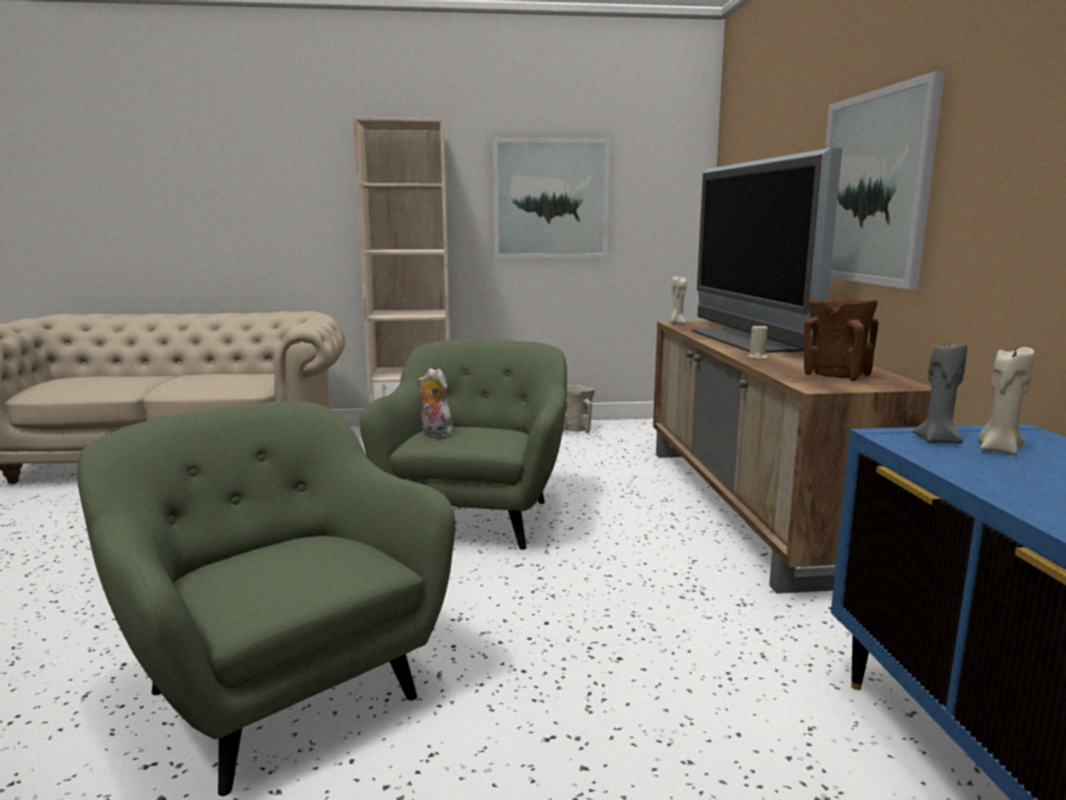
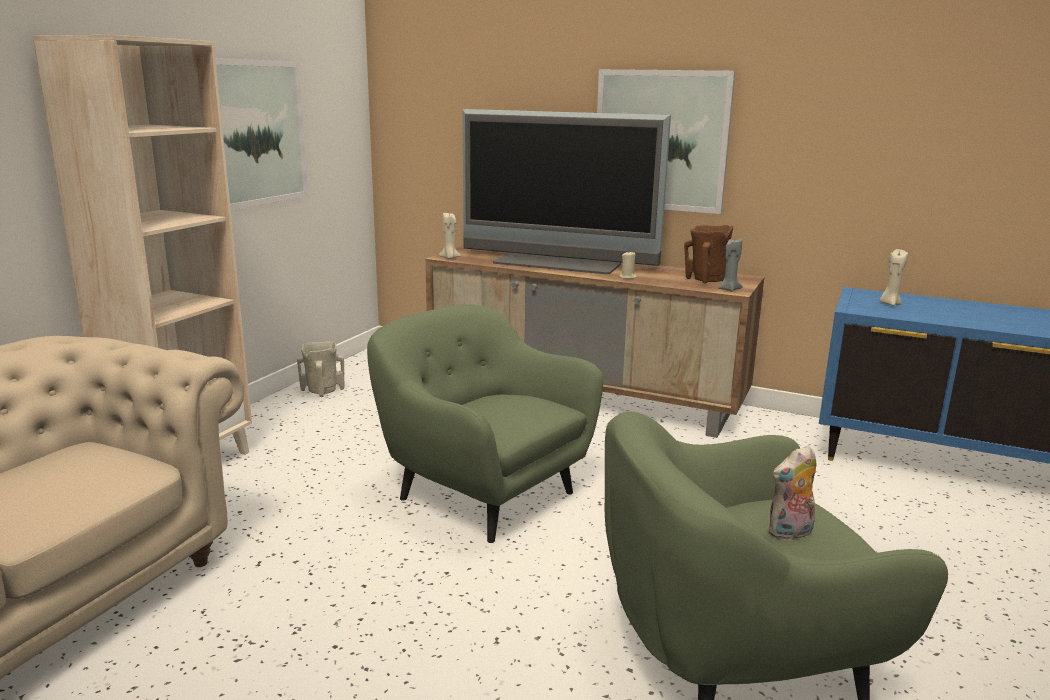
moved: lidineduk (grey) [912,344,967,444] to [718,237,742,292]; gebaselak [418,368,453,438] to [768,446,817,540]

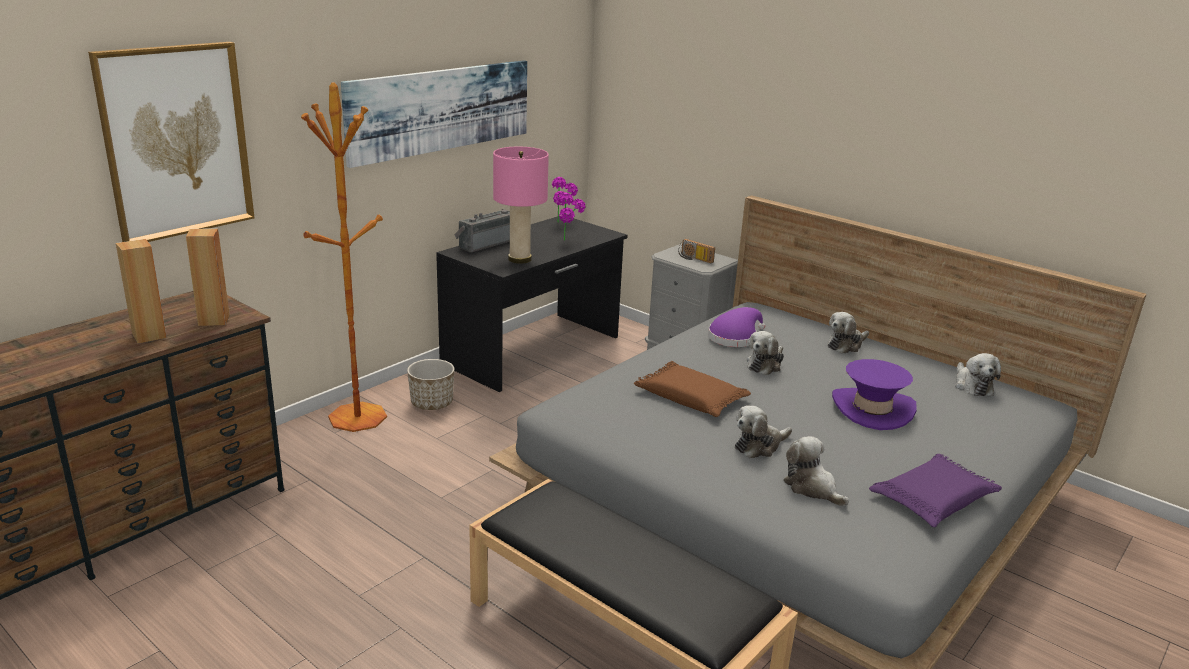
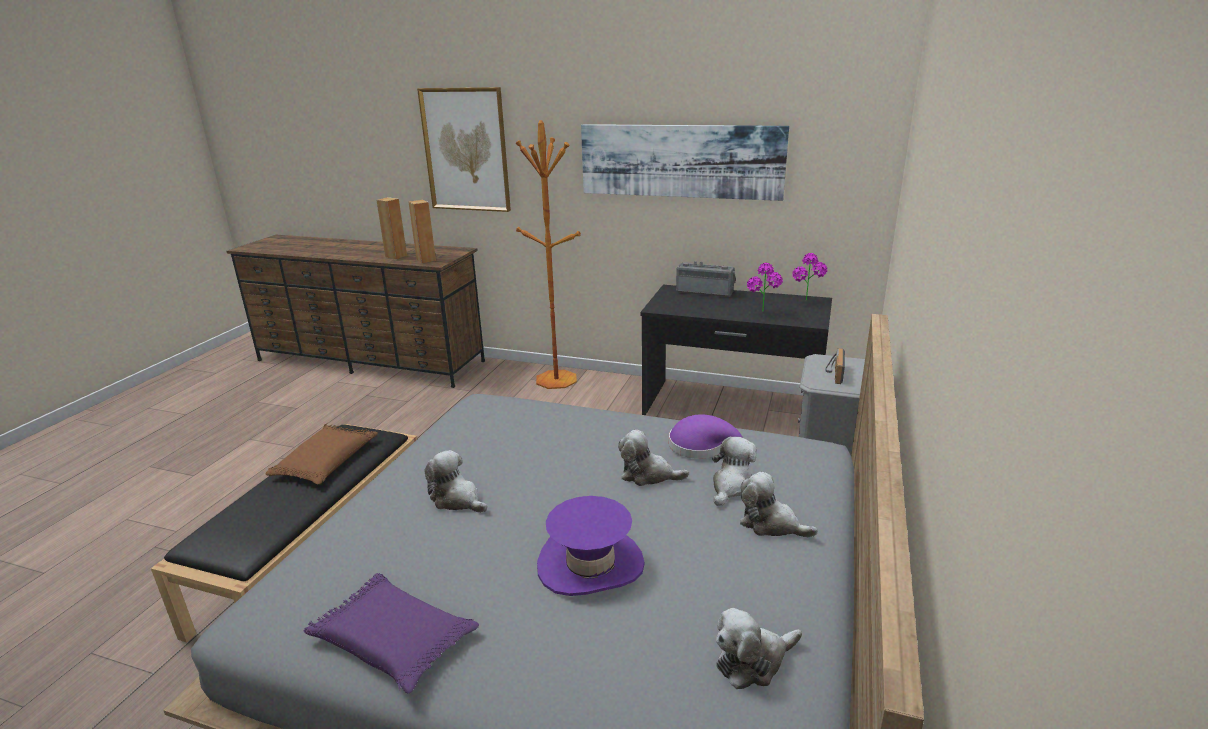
removed: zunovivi [407,359,454,410]; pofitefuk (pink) [493,147,549,264]
moved: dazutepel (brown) [634,361,751,417] to [265,423,378,484]; gebaselak [783,436,849,506] to [712,437,757,506]

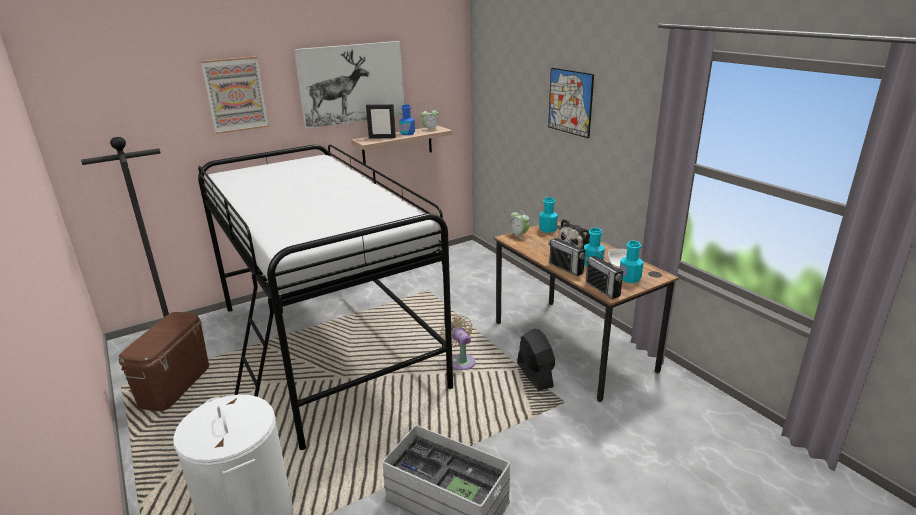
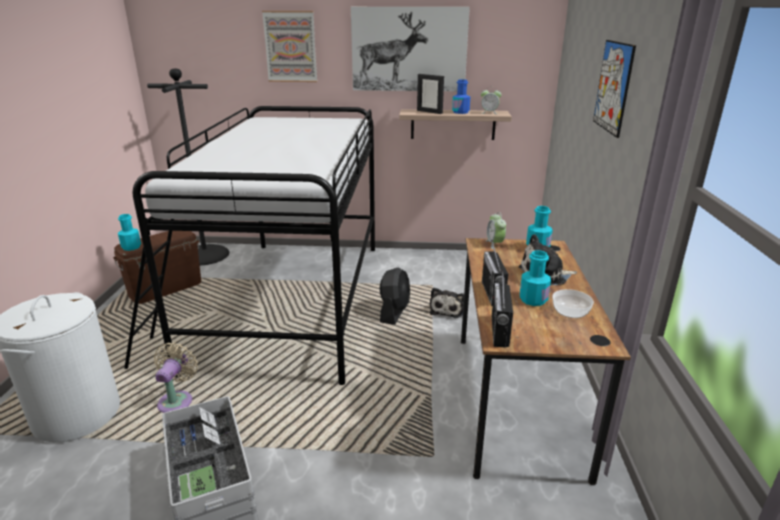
added: gebaselak [430,288,464,318]
moved: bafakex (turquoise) [620,241,644,283] to [118,214,141,251]; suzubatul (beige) [440,315,475,370] to [154,343,198,413]; suzubatul (black) [517,329,555,391] to [379,268,410,325]

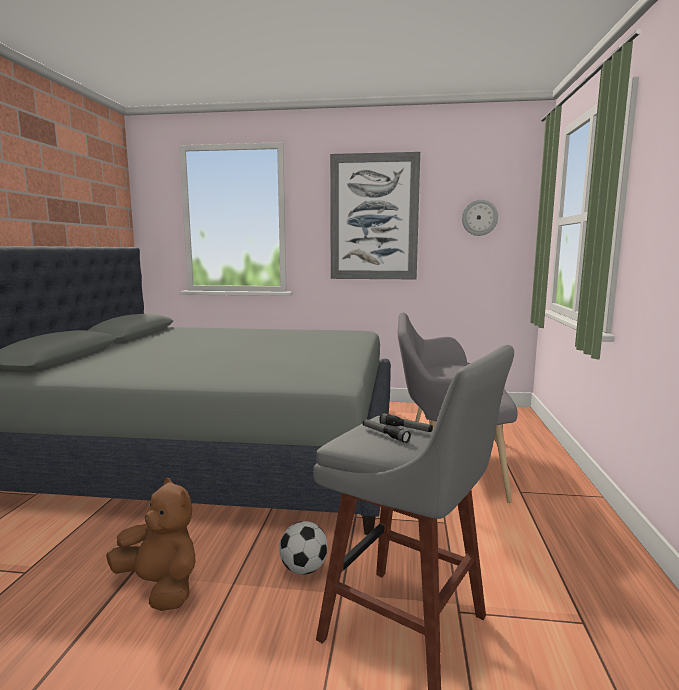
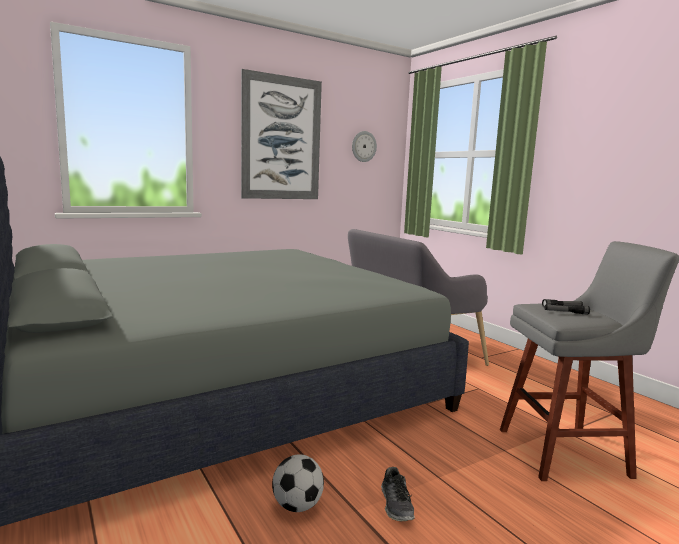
moved: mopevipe [279,521,328,575] to [272,454,324,512]
replaced: gebaselak (brown) [106,478,195,611] to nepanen [381,467,415,521]

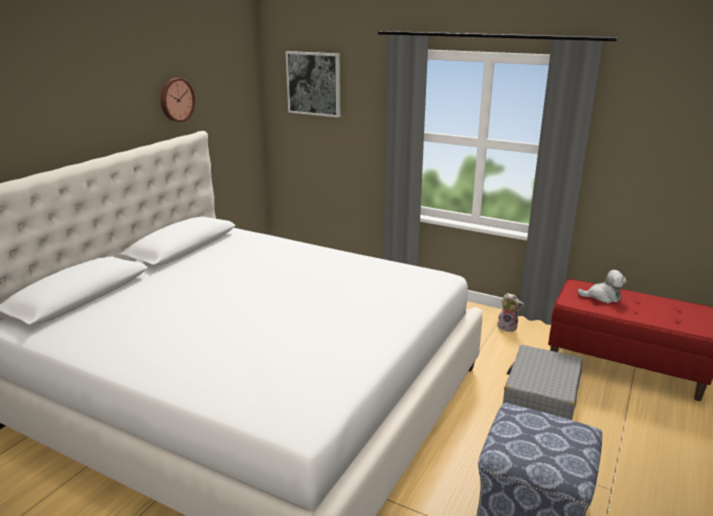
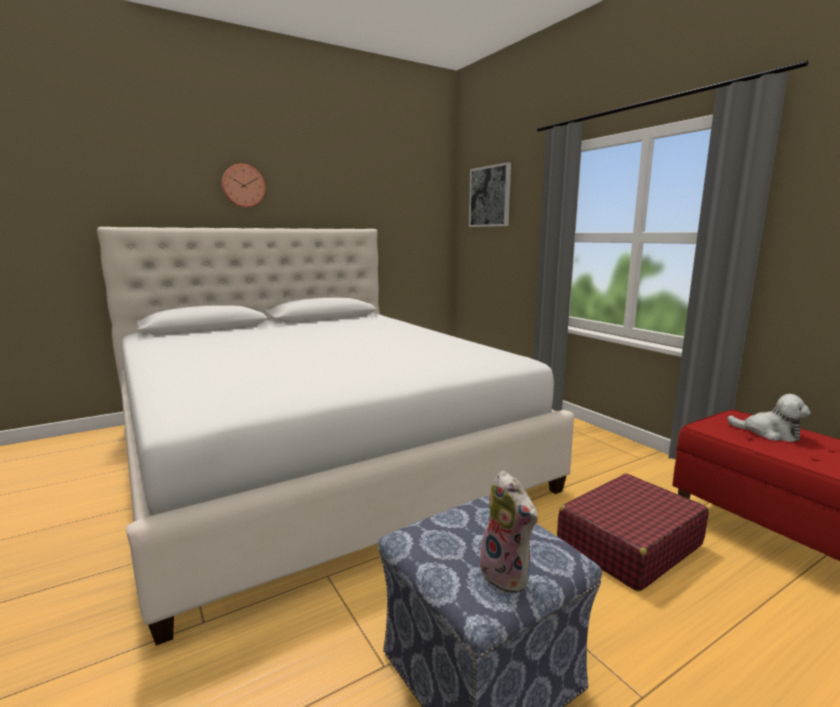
moved: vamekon [161,78,195,122] to [222,164,266,207]; gebaselak [496,293,524,332] to [480,471,538,593]
recoloured: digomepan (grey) [503,345,583,420] to digomepan (red) [557,474,709,591]

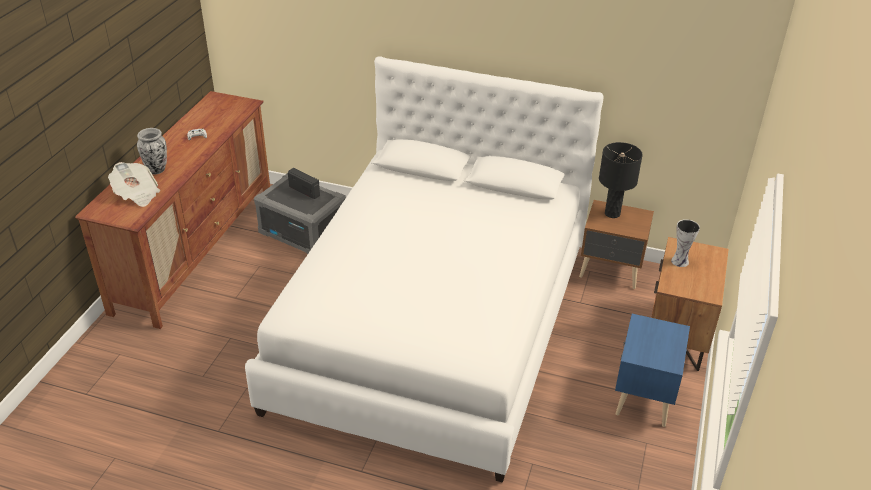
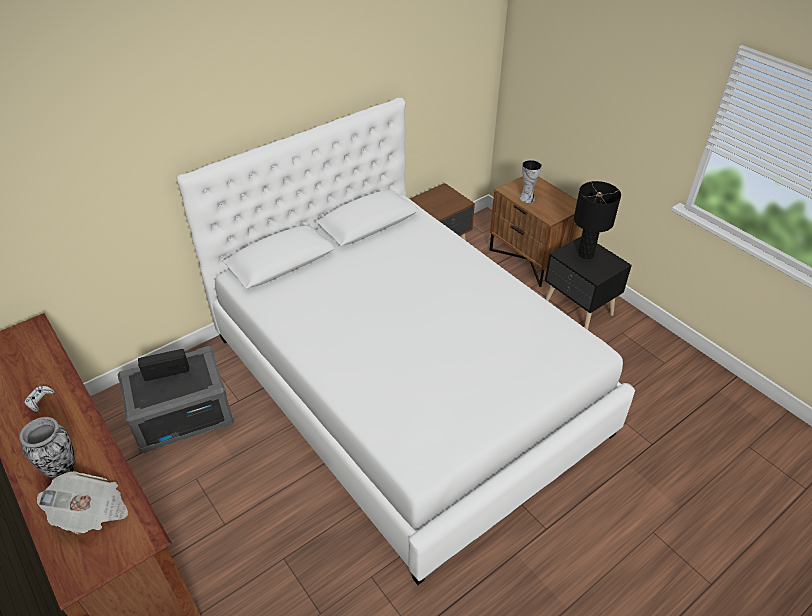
moved: pofitefuk (black) [599,142,643,218] to [574,181,621,259]
recoloured: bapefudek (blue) [615,314,690,427] to bapefudek (black) [545,236,632,330]

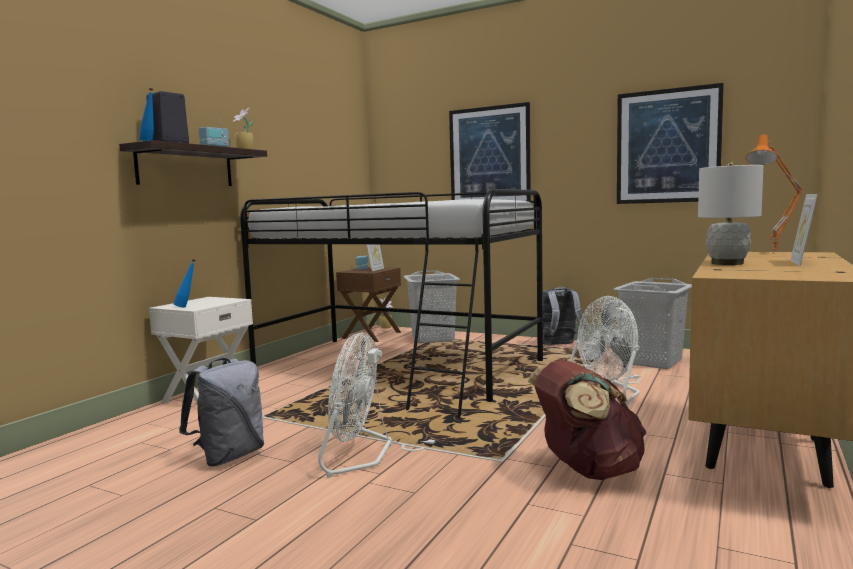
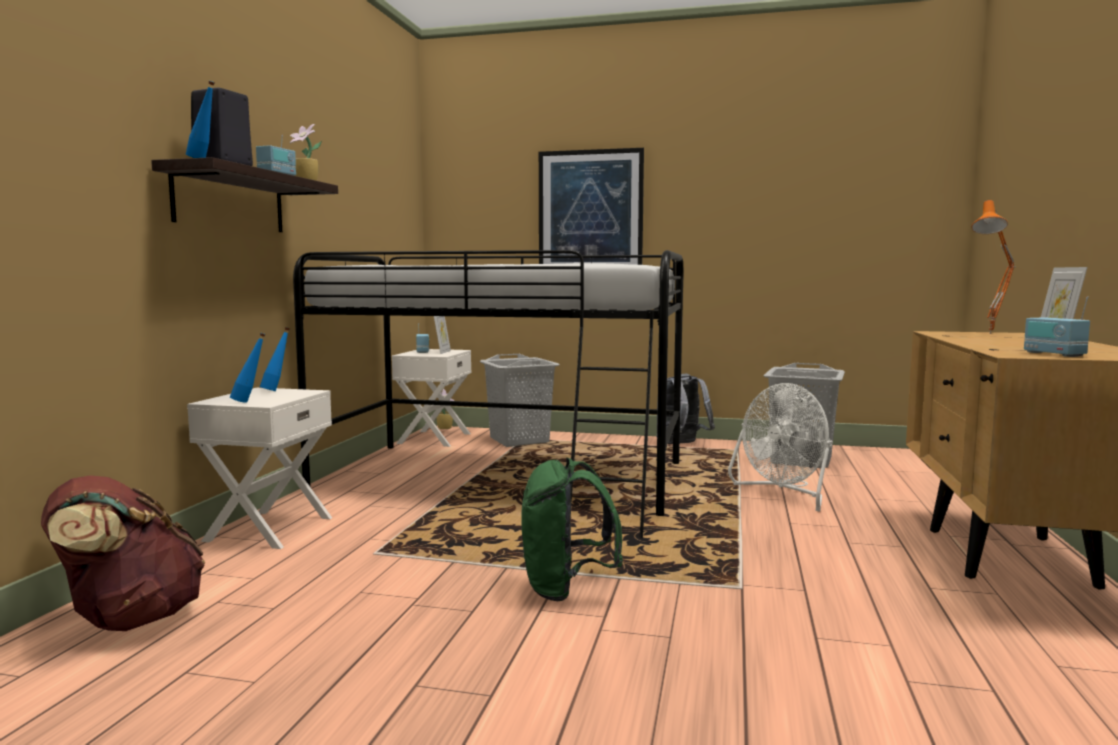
removed: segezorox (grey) [179,358,264,467]; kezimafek [617,83,724,204]; pofitefuk (white) [698,162,763,265]
added: bafakex (blue) [260,327,290,391]; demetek [1024,296,1090,357]
moved: segezorox (brown) [528,360,646,480] to [41,475,205,631]
replaced: suzubatul (white) [318,332,436,478] to segezorox (green) [521,458,623,601]
recoloured: bapefudek (brown) [336,267,401,342] to bapefudek (white) [392,349,471,447]

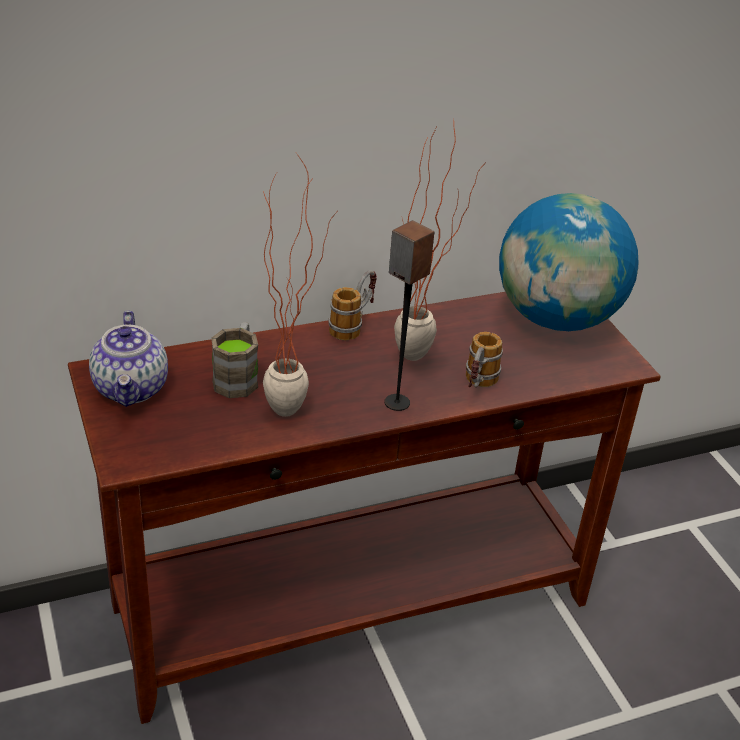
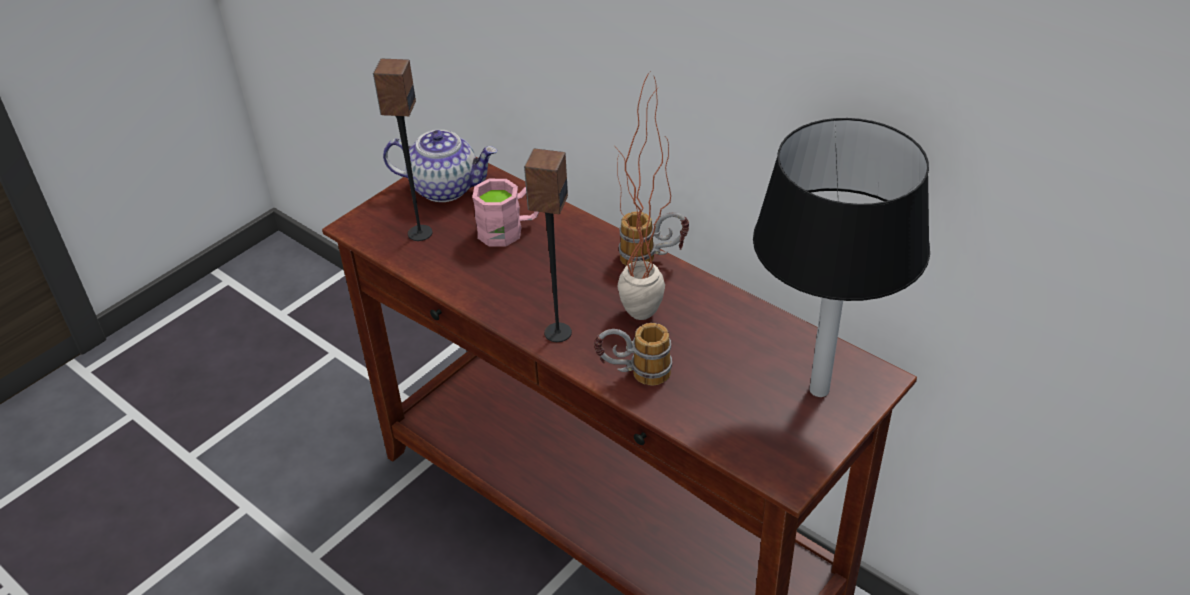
removed: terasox [263,153,337,417]
added: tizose [373,59,433,241]
replaced: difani [499,193,638,331] to pofitefuk (black) [753,118,930,397]
recoloured: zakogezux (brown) [211,322,258,398] to zakogezux (pink) [472,179,539,246]
turned: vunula [89,311,168,407] = [383,130,497,202] 135 degrees counterclockwise

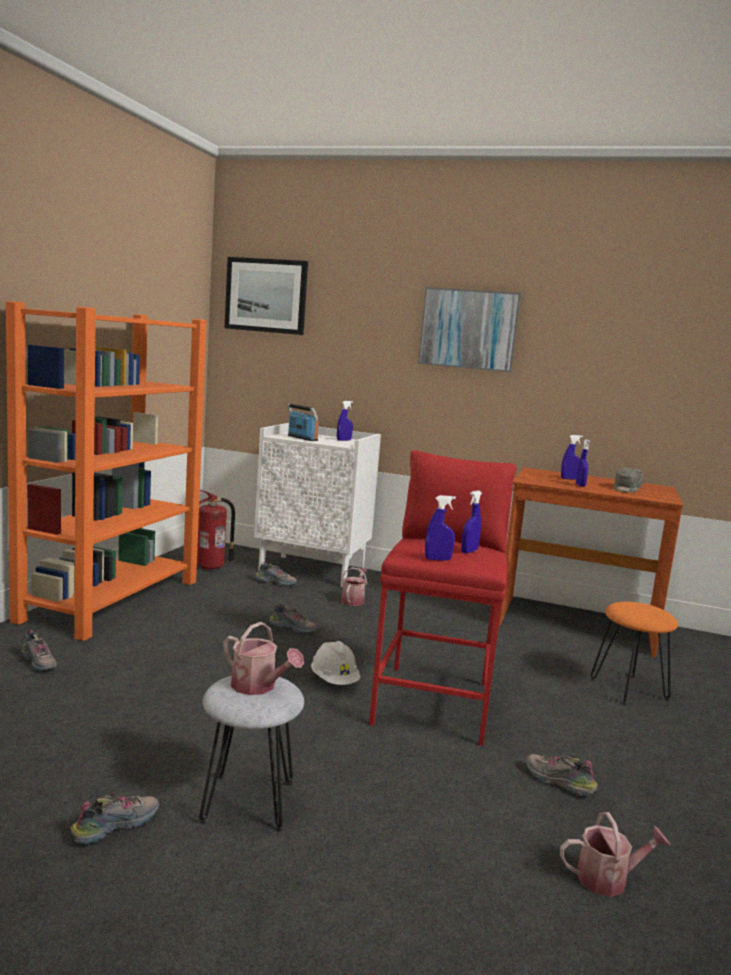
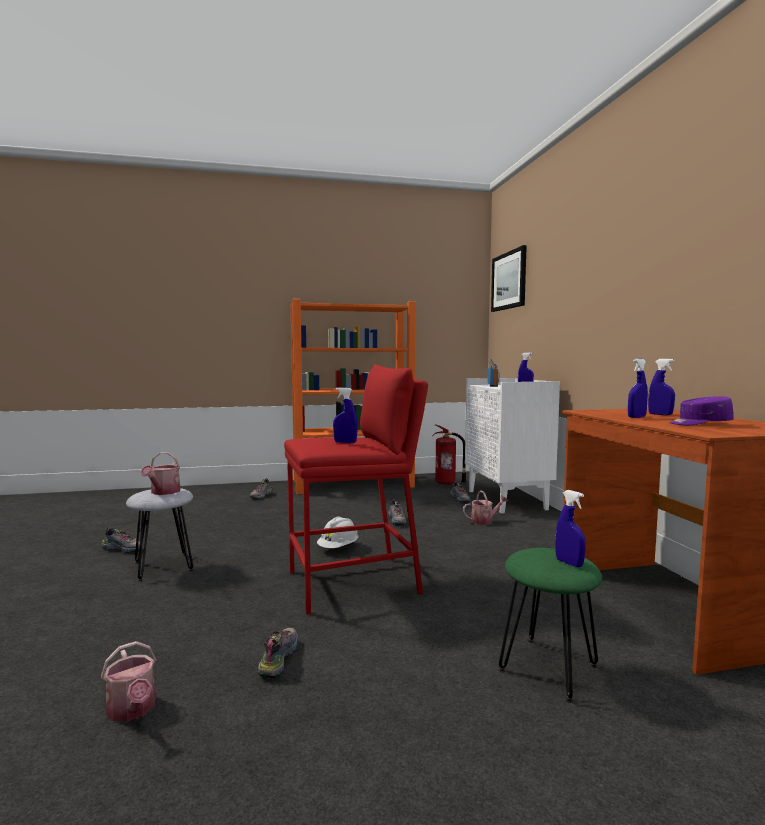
removed: kezimafek [418,287,521,372]
moved: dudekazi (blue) [425,495,456,561] to [555,490,586,567]
recoloured: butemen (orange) [590,601,678,705] to butemen (green) [499,548,602,703]; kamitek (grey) [614,468,643,493] to kamitek (purple) [669,396,734,425]

